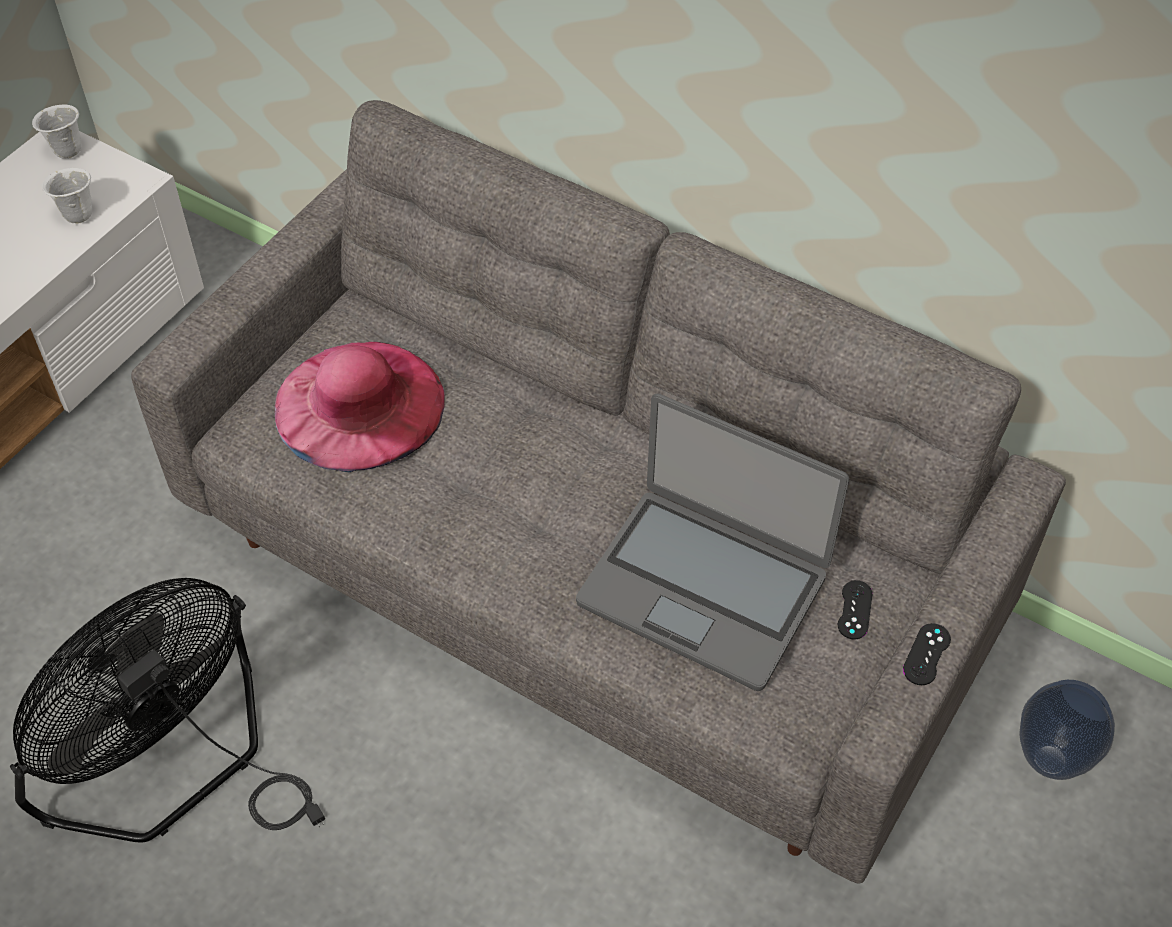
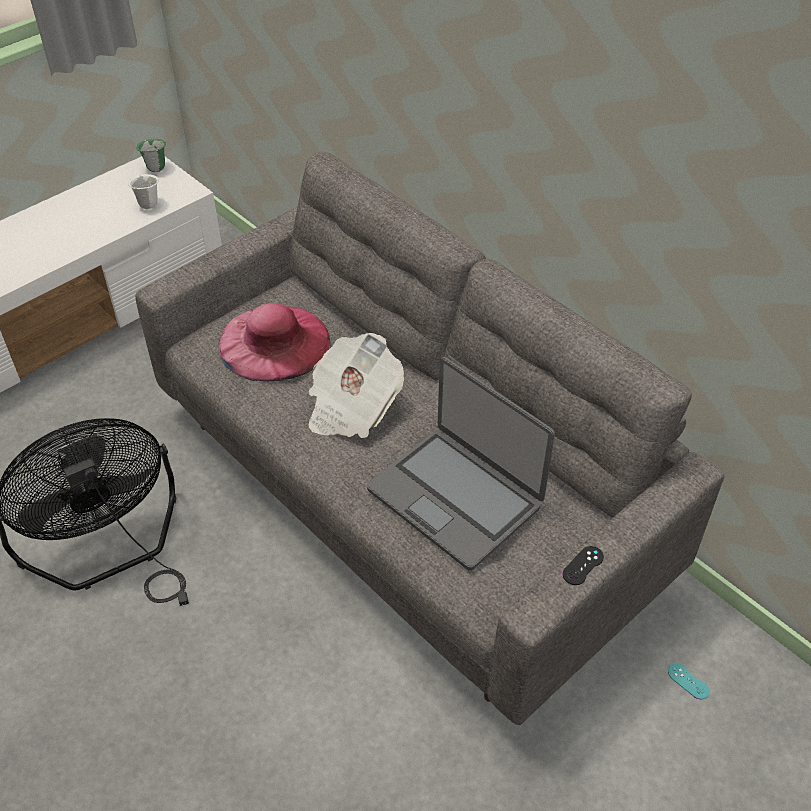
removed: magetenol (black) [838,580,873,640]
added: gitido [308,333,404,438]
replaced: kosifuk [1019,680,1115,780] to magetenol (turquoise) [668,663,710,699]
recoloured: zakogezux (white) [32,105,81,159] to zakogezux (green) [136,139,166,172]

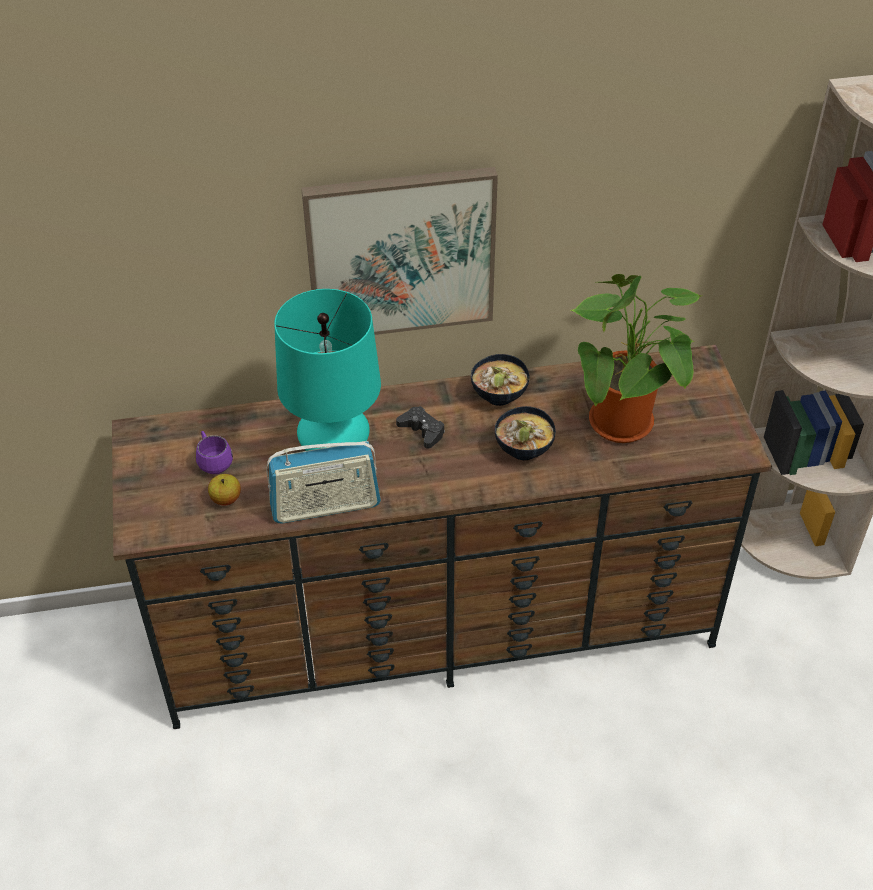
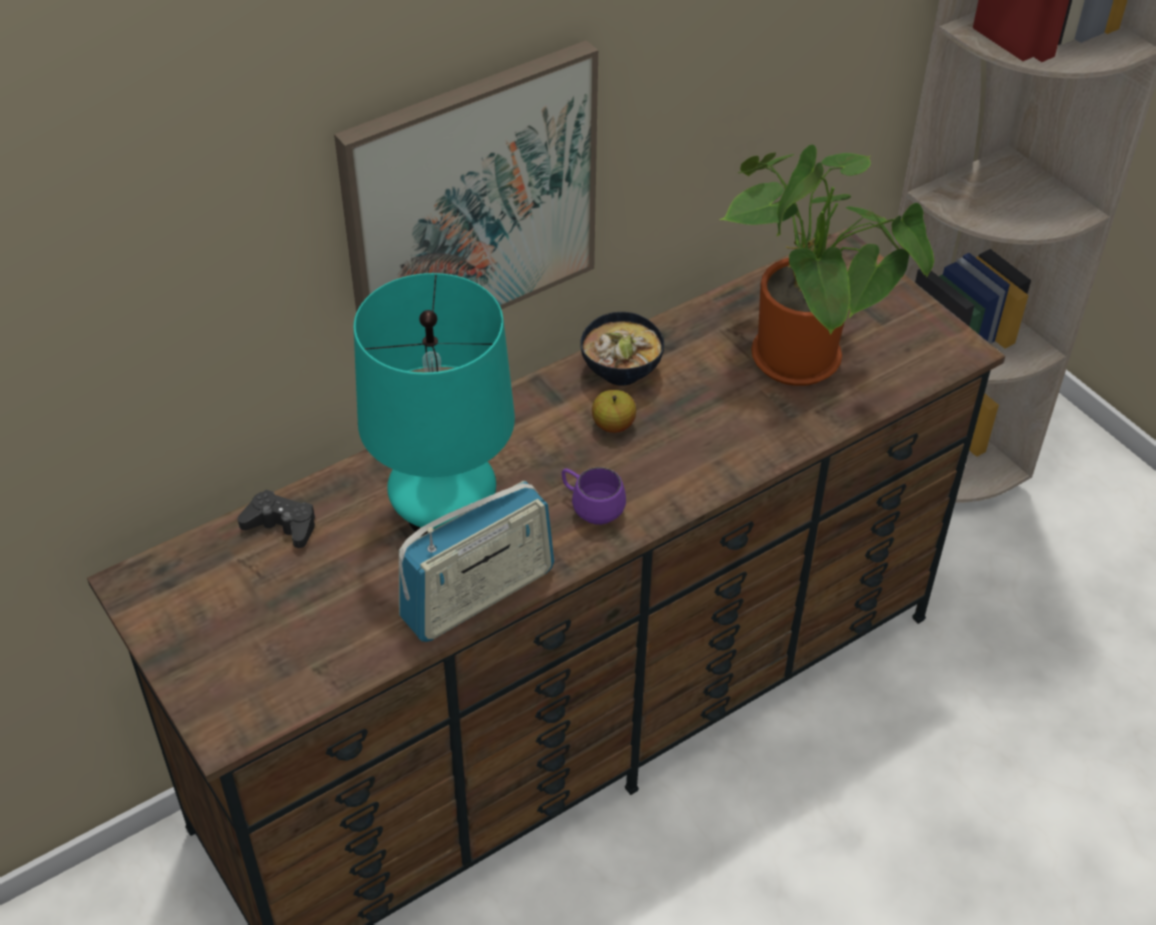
removed: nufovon [495,406,556,460]
moved: magetenol (black) [396,406,445,449] to [238,490,315,548]; zakogezux (purple) [196,431,233,474] to [562,467,626,525]; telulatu [208,474,241,505] to [592,390,636,433]

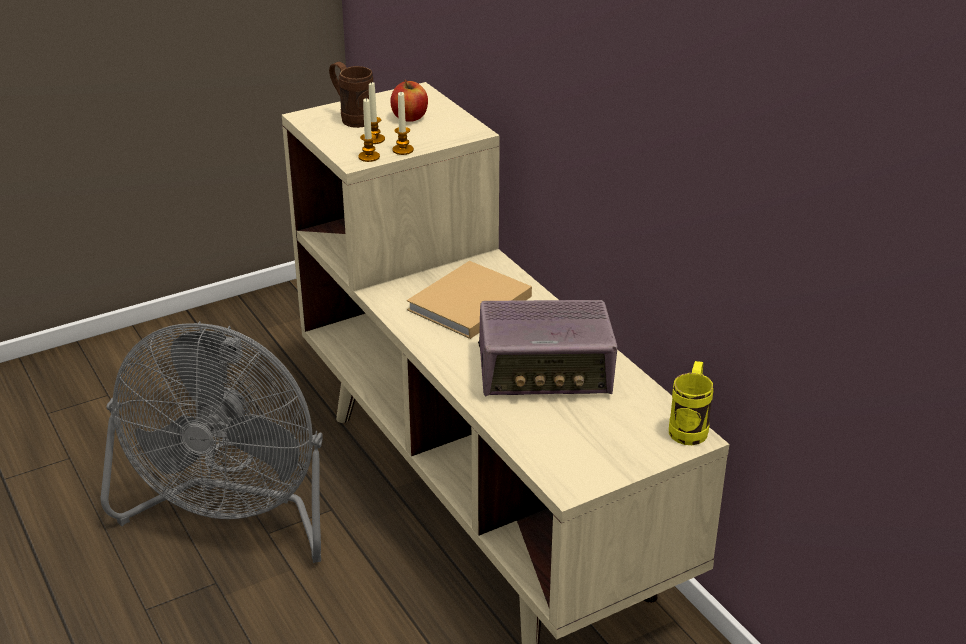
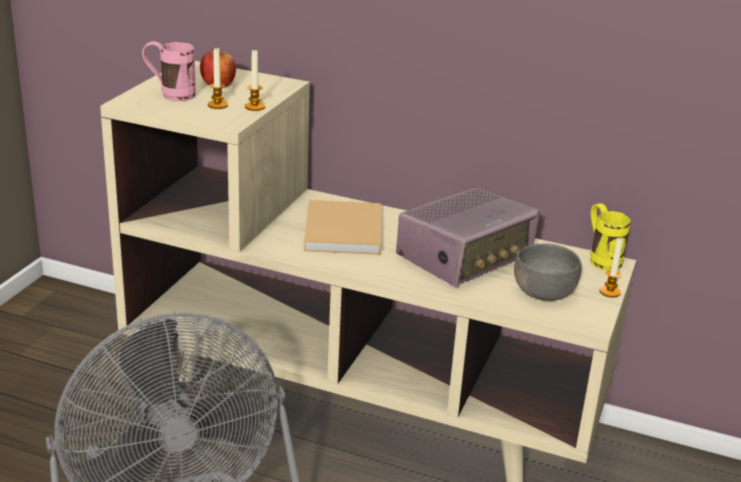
added: nufovon (grey) [514,244,582,301]
moved: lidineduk [358,98,380,162] to [599,237,623,298]
recoloured: zakogezux (brown) [329,62,373,128] to zakogezux (pink) [142,41,196,101]

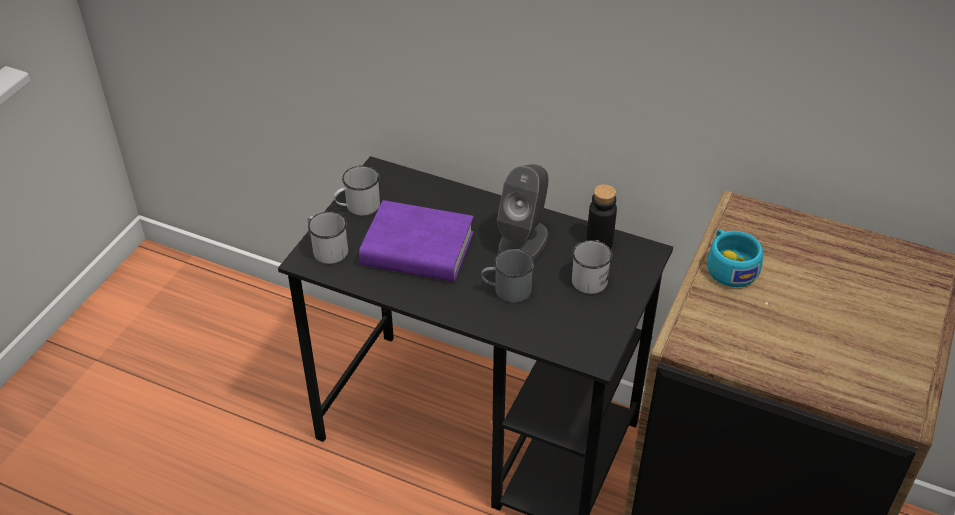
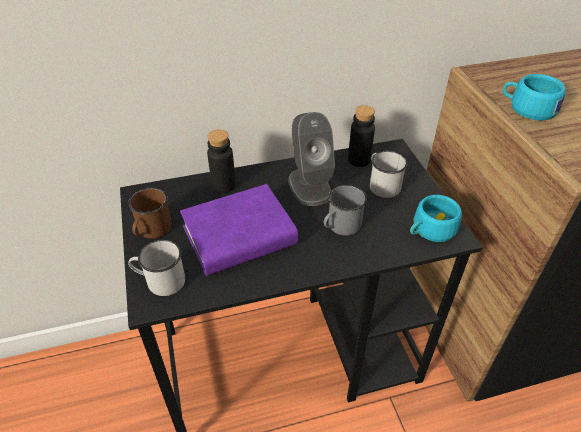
added: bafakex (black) [207,129,236,193]; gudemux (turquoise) [410,195,462,242]
recoloured: zakogezux (white) [334,166,380,216] to zakogezux (brown) [128,188,172,239]

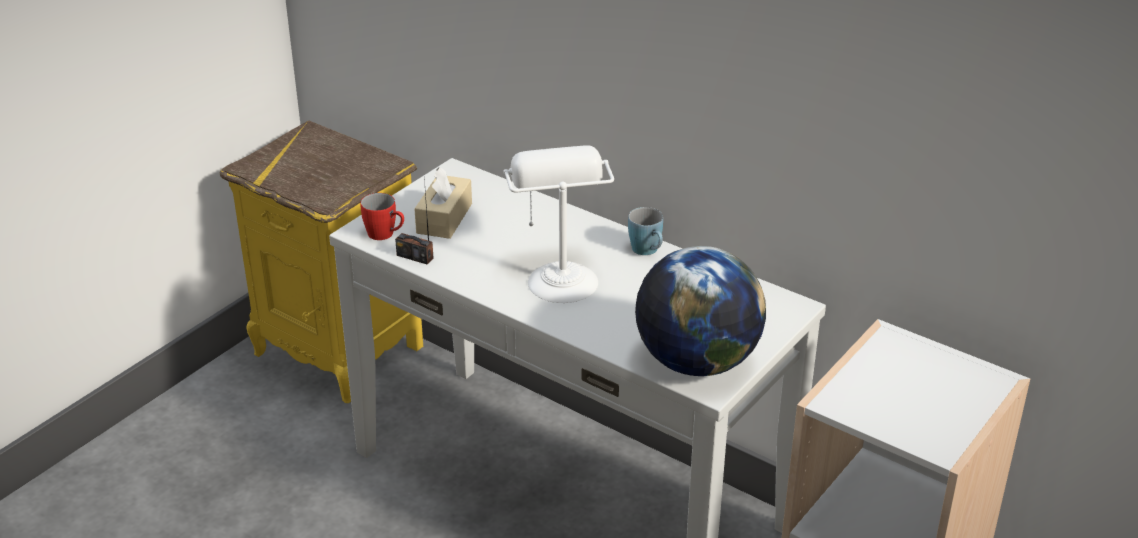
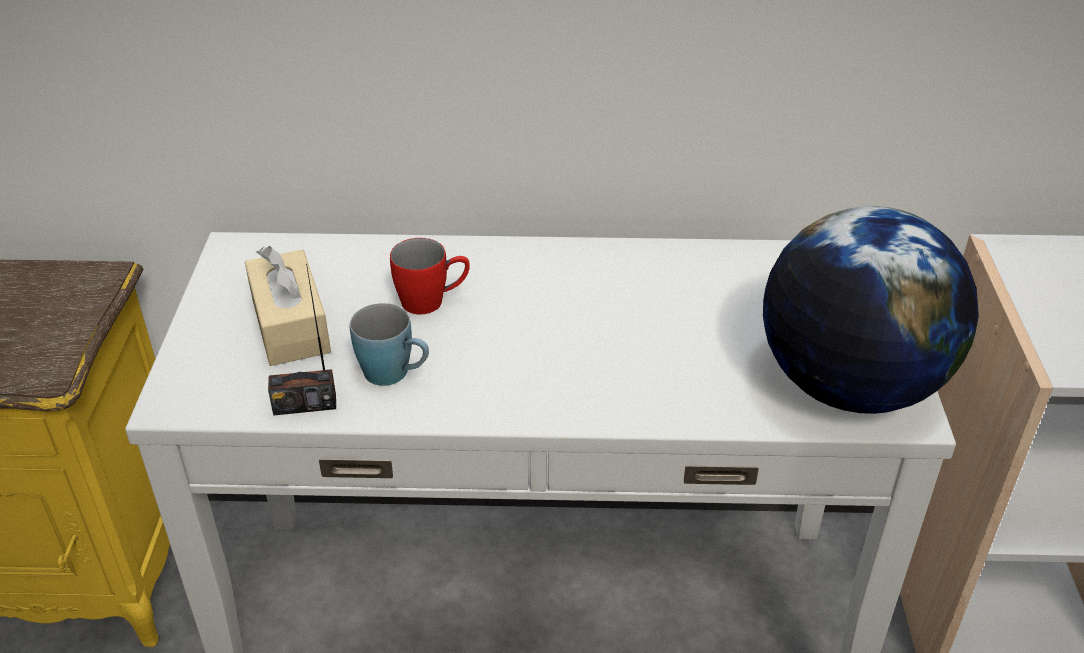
removed: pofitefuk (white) [503,146,614,303]
moved: zakogezux (blue) [628,207,663,255] to [349,303,429,386]; zakogezux (red) [360,193,404,240] to [390,238,470,315]

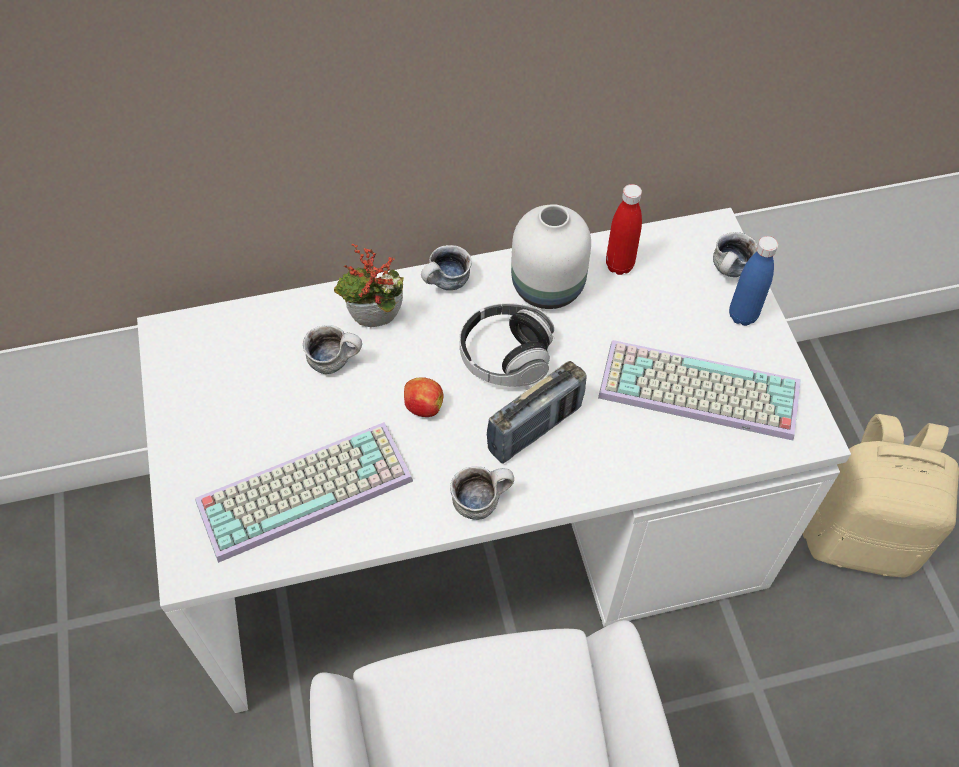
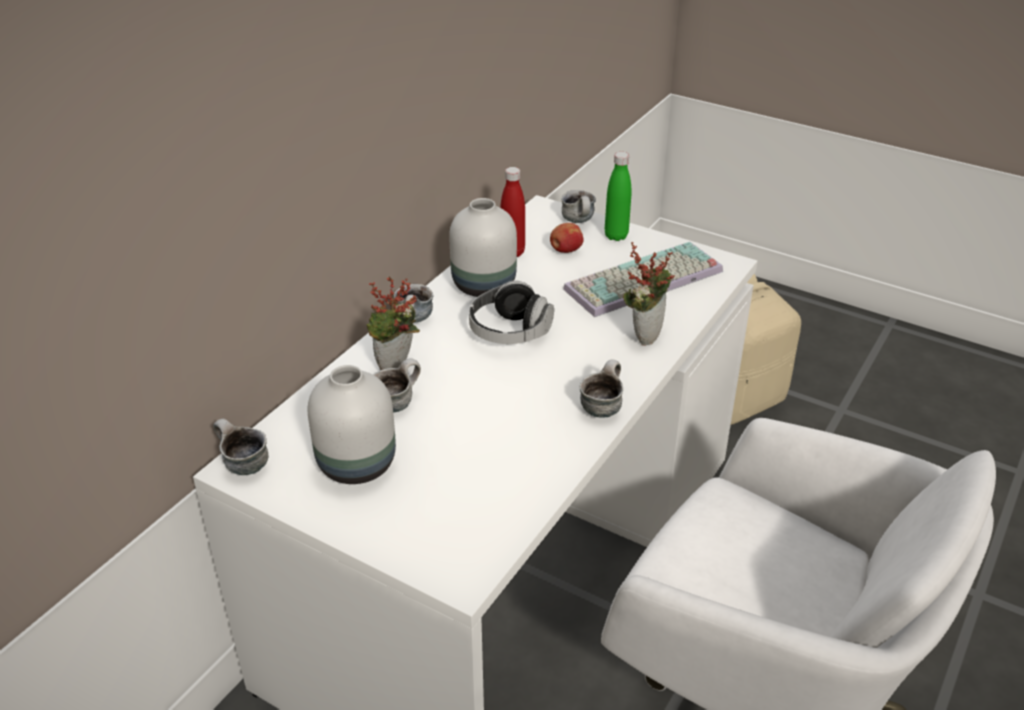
removed: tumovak [195,422,413,563]; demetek [486,361,587,464]
added: zakogezux [213,419,268,475]; kosifuk (white) [308,365,396,484]; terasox [623,242,675,346]
moved: telulatu [404,377,443,417] to [550,223,584,253]
recoloured: bafakex (blue) [729,236,778,326] to bafakex (green) [605,152,632,241]

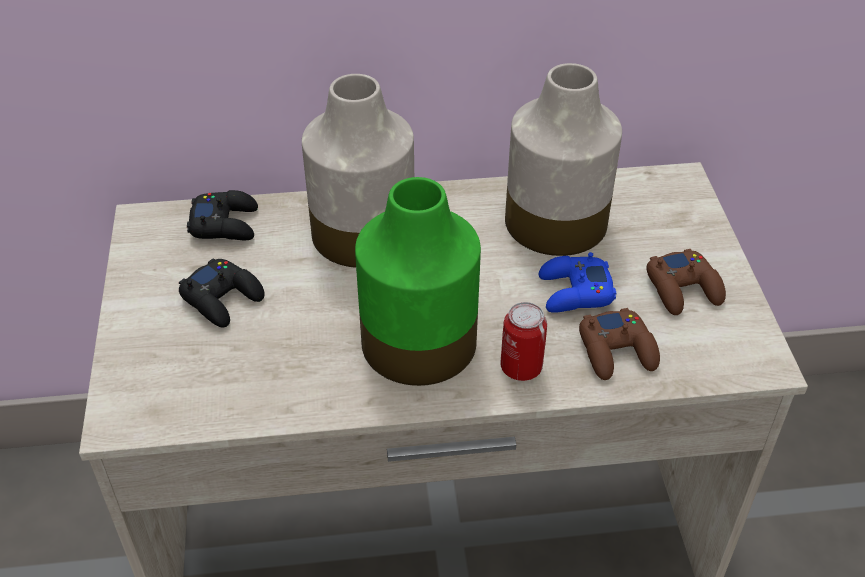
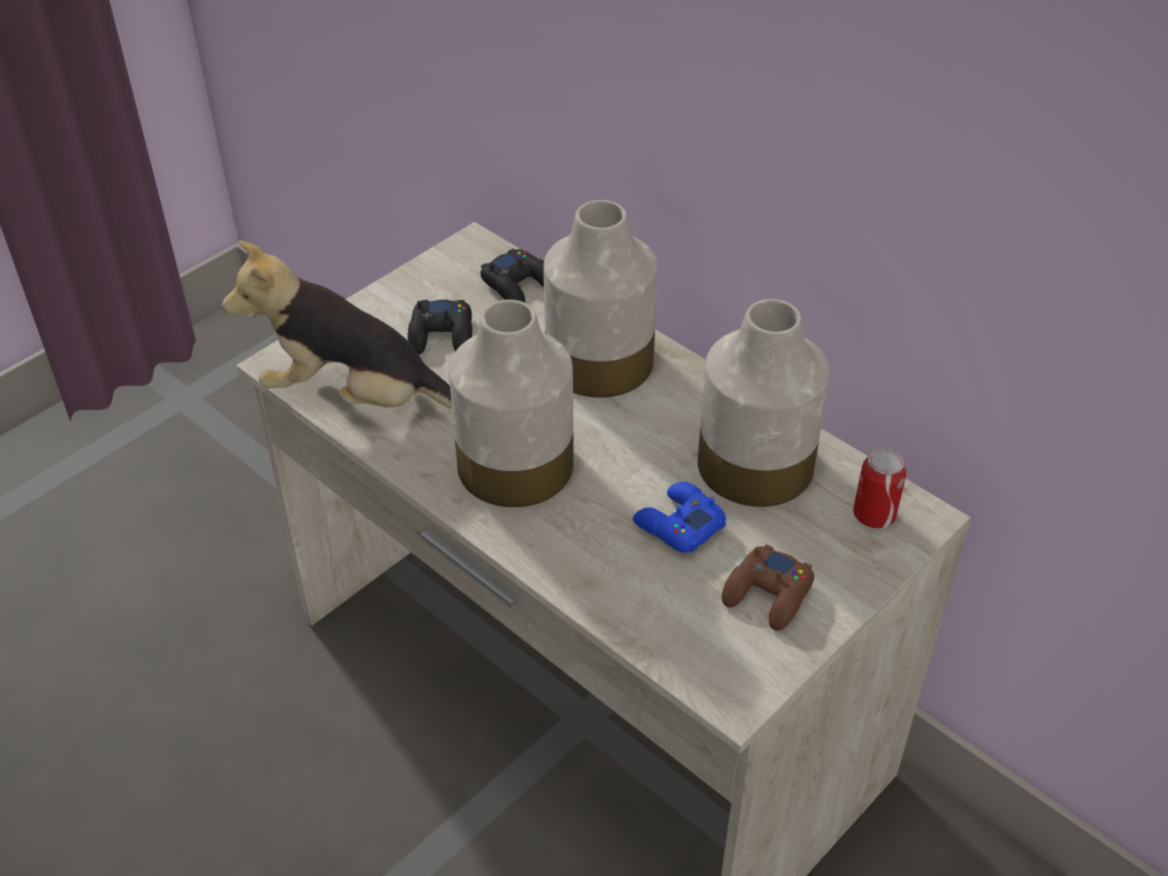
removed: magetenol (brown) [579,308,660,380]
added: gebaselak [222,240,452,409]
moved: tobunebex [501,302,547,381] to [853,448,906,528]
recoloured: kosifuk (green) [355,177,481,386] to kosifuk (beige) [449,300,574,507]

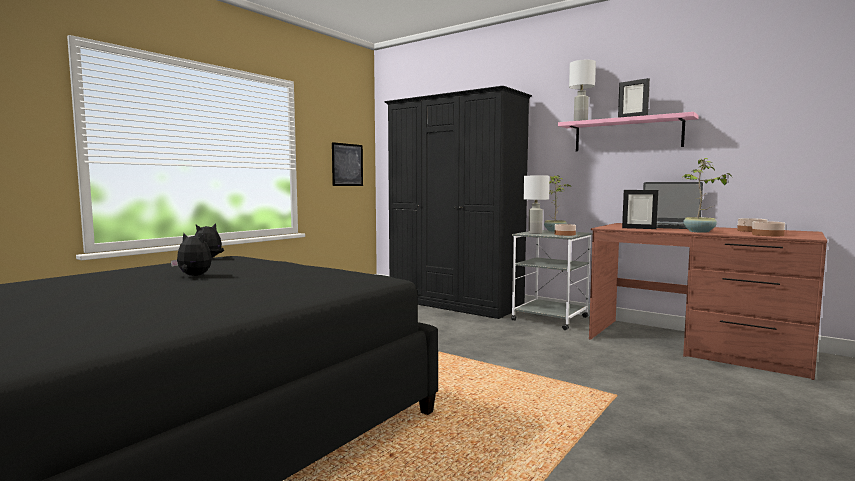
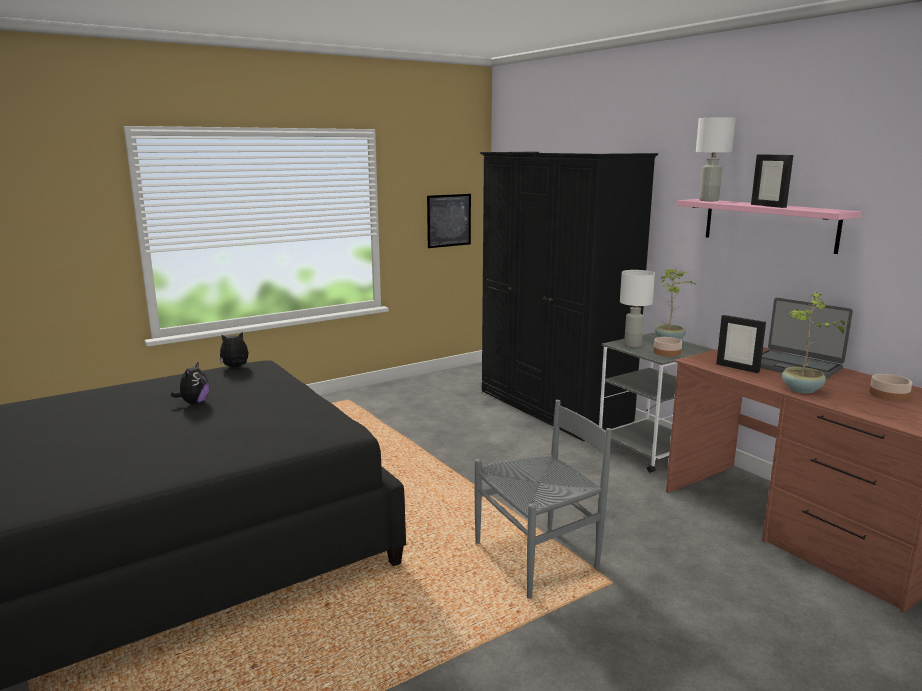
removed: nufovon [752,221,785,236]
added: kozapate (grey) [475,400,612,599]
turned: gebaselak [171,232,212,276] = [170,361,209,404] 60 degrees clockwise

